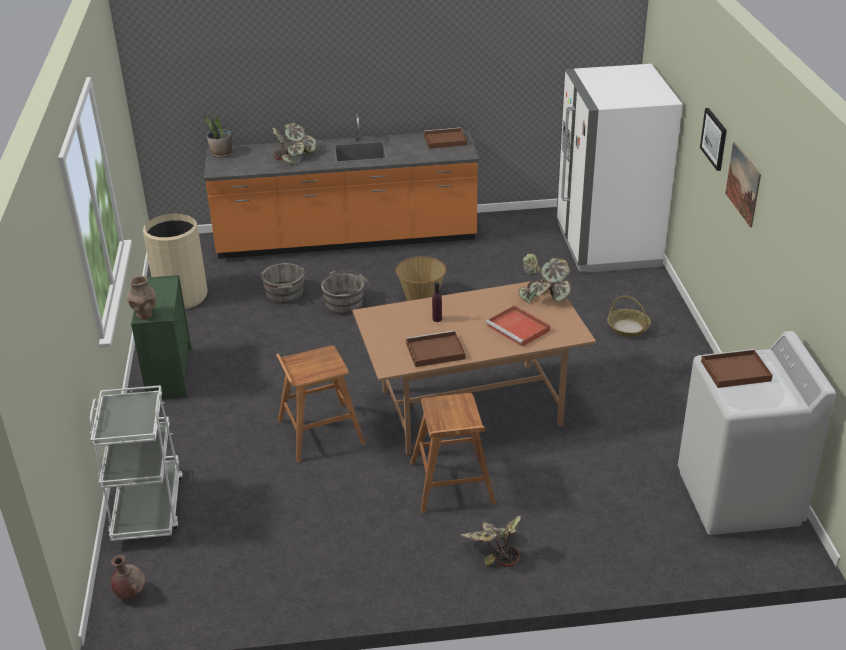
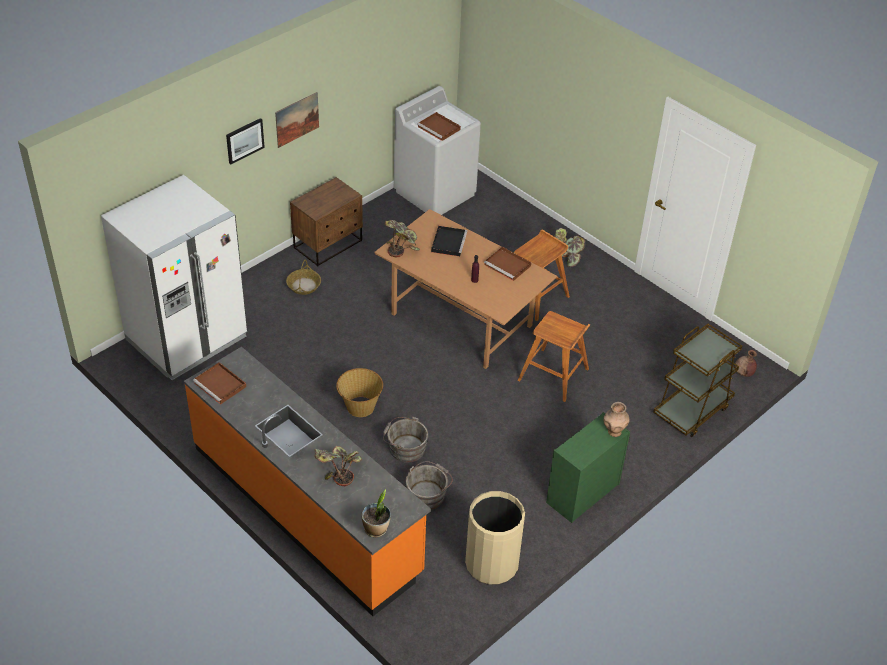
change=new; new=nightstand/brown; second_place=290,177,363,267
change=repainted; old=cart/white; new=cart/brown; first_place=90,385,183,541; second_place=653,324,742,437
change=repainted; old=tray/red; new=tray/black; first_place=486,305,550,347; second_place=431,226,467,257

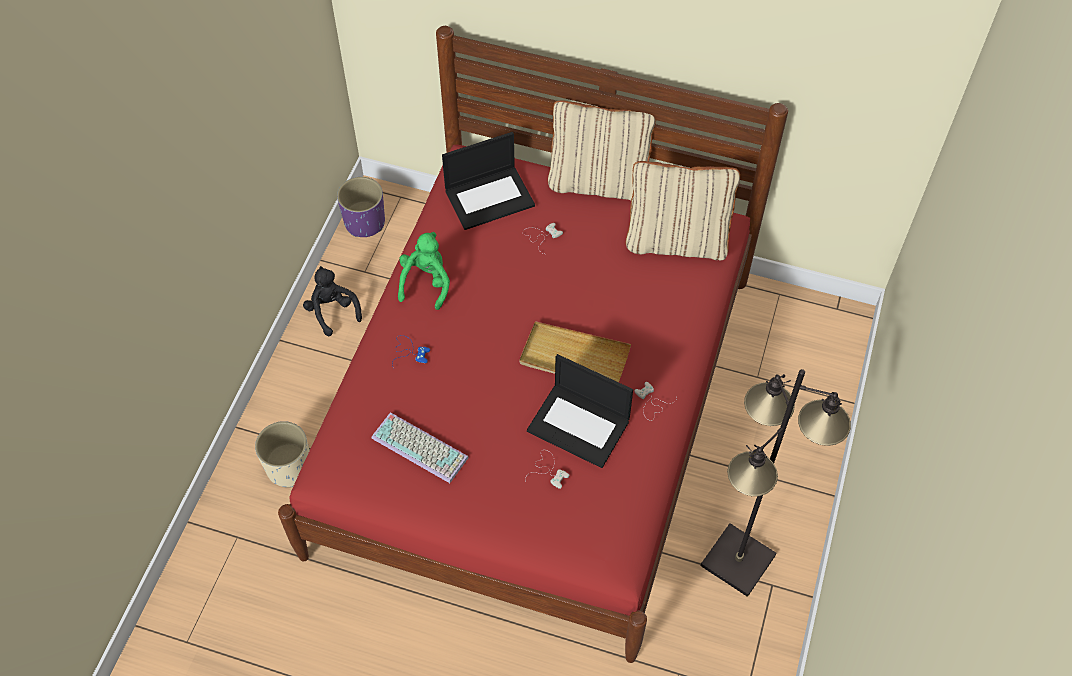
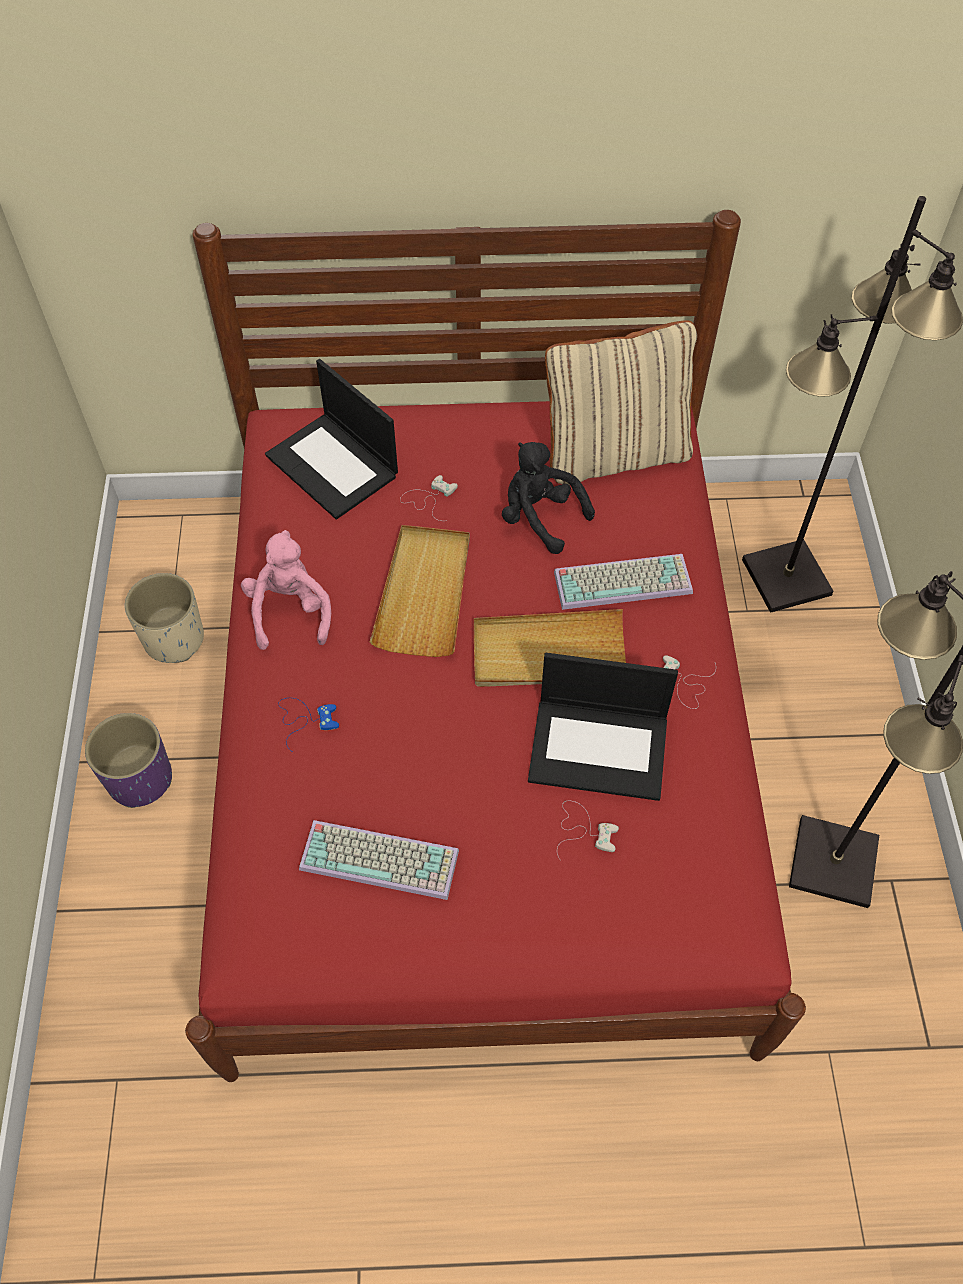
change=gone; old=pillow/beige; first_place=548,100,656,200
change=new; new=tray/beige; second_place=370,525,470,657
change=new; new=keyboard; second_place=554,554,693,610
change=new; new=floor lamp/black; second_place=742,196,963,613
change=shifted; old=planter/beige; first_place=255,421,309,488; second_place=125,573,204,663
change=shifted; old=plush toy/black; first_place=303,266,362,336; second_place=502,442,595,554
change=shifted; old=planter/purple; first_place=337,177,385,237; second_place=85,713,172,808
change=repainted; old=plush toy/green; new=plush toy/pink; first_place=398,232,450,310; second_place=241,530,331,650
change=rotated; old=laptop; first_place=442,132,535,230; second_place=265,359,398,520; degrees=90

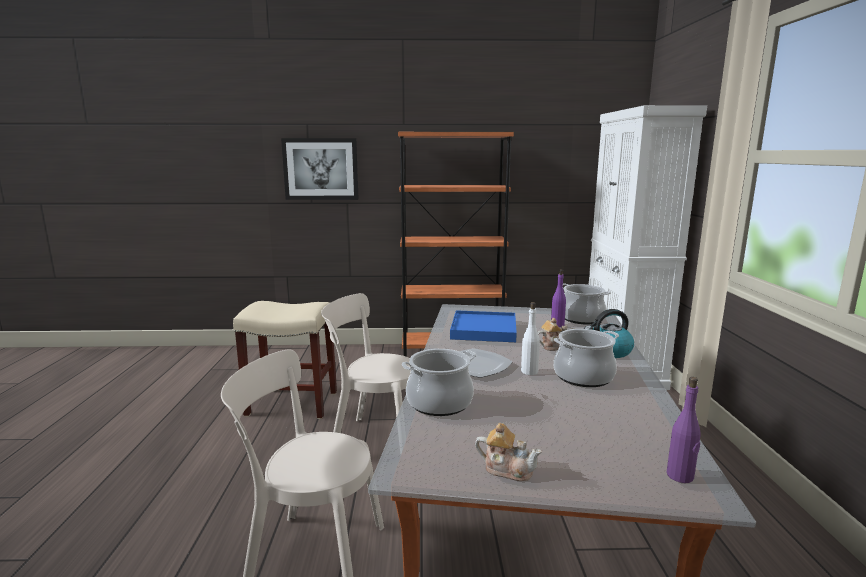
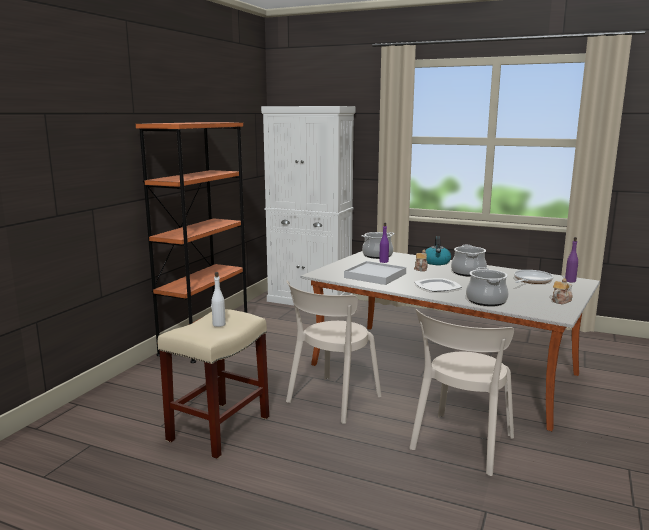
change=gone; old=picture; first_place=281,138,359,200
change=new; new=frying pan; second_place=514,270,553,284
change=shifted; old=bottle/white; first_place=521,302,540,375; second_place=211,272,226,327
change=repainted; old=tray/blue; new=tray/white; first_place=450,310,517,342; second_place=344,261,406,285

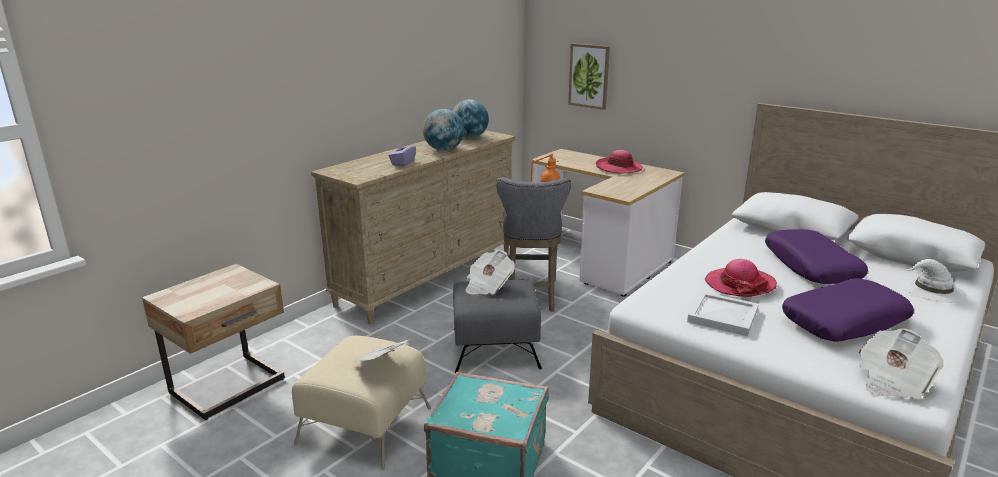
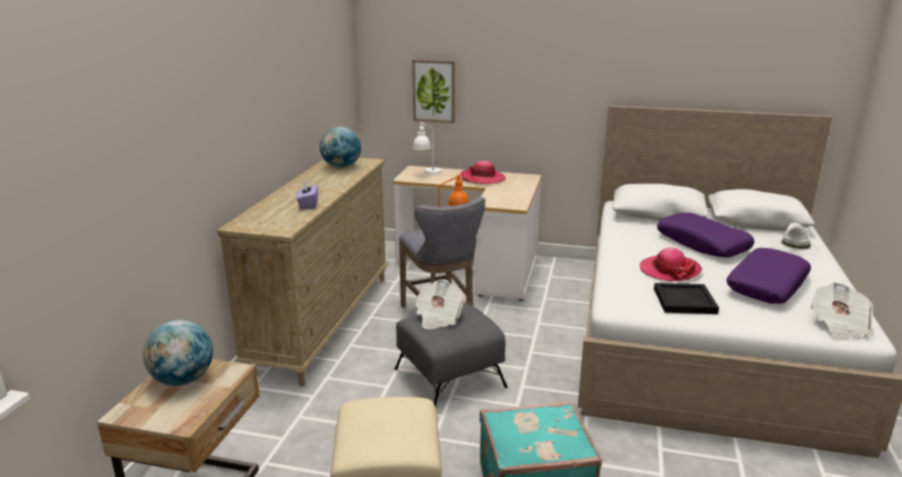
change=gone; old=newspaper; first_place=353,339,411,362
change=new; new=table lamp/white; second_place=413,122,442,175
change=shifted; old=globe; first_place=423,109,464,151; second_place=143,320,213,386
change=repainted; old=tray/white; new=tray/black; first_place=687,292,759,337; second_place=654,283,719,314

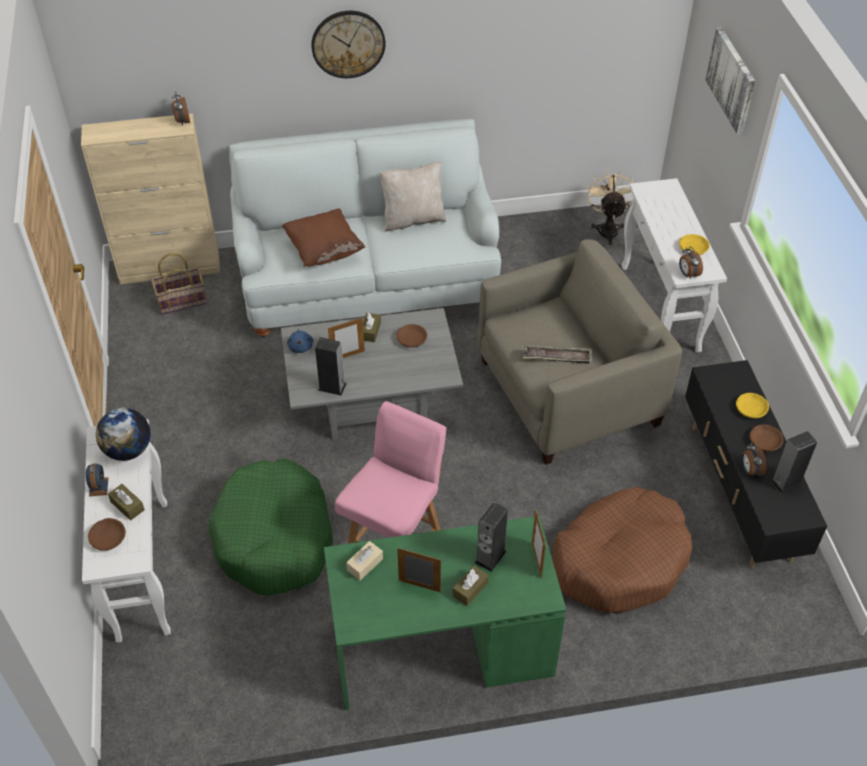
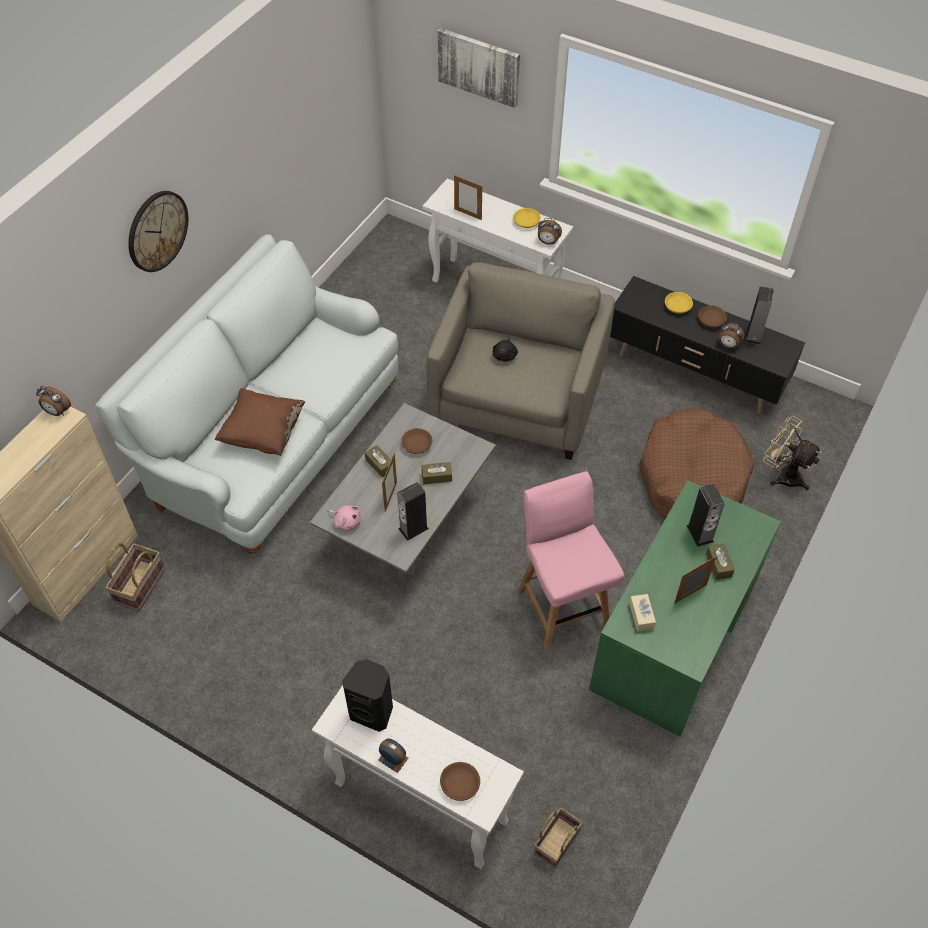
change=gone; old=dog bed/green; first_place=209,459,333,596
change=gone; old=pillow/beige; first_place=380,162,447,231
change=gone; old=tray; first_place=522,346,592,364
change=new; new=plush toy/black; second_place=493,339,518,362
change=new; new=basket; second_place=534,807,582,869
change=shifted; old=tissue box/brown; first_place=108,484,145,520; second_place=421,462,452,484
change=shifted; old=picture frame; first_place=532,509,546,579; second_place=454,175,482,220
change=shifted; old=fan/beige; first_place=587,170,633,245; second_place=763,416,822,490
change=swapped; old=globe; new=speaker/black; first_place=96,408,151,461; second_place=342,659,393,732
change=repainted; old=plush toy/blue; new=plush toy/pink; first_place=287,329,313,353; second_place=328,505,361,530

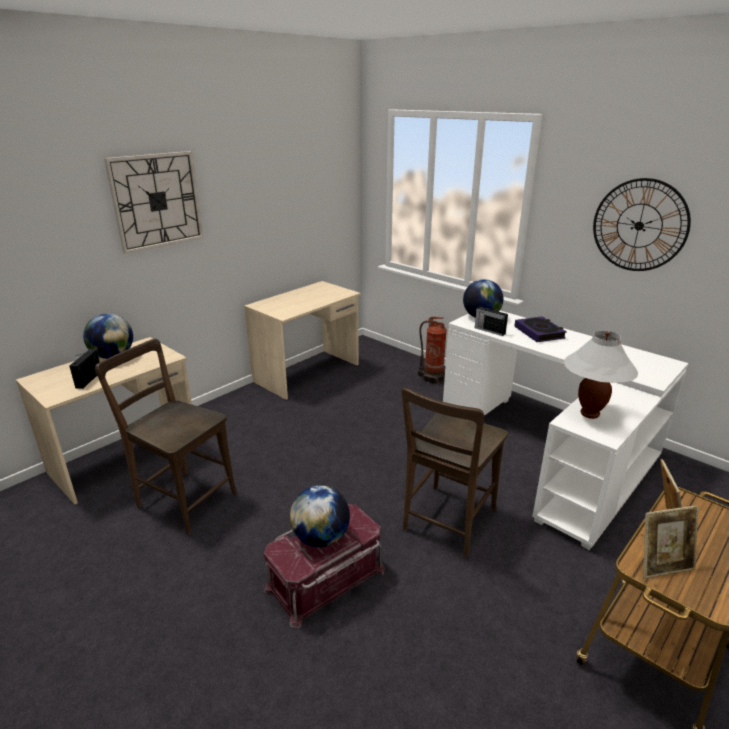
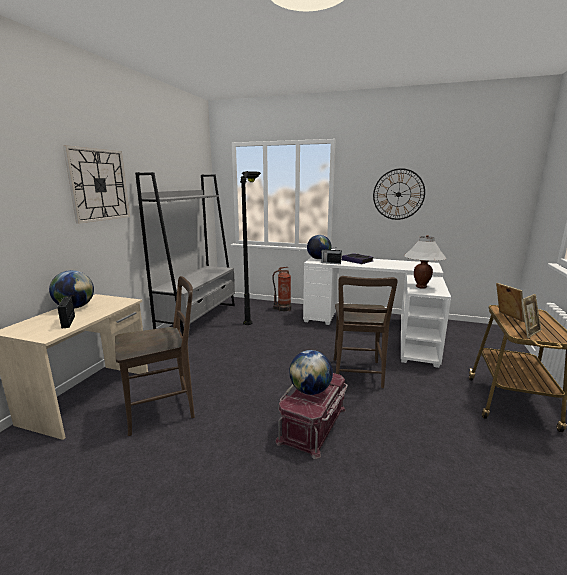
change=new; new=floor lamp/black; second_place=240,171,261,325
change=swapped; old=desk/beige; new=bookcase/grey; first_place=244,281,361,400; second_place=135,172,235,336
change=rotated; old=chair/brown; first_place=95,339,237,534; second_place=115,276,195,436; degrees=150

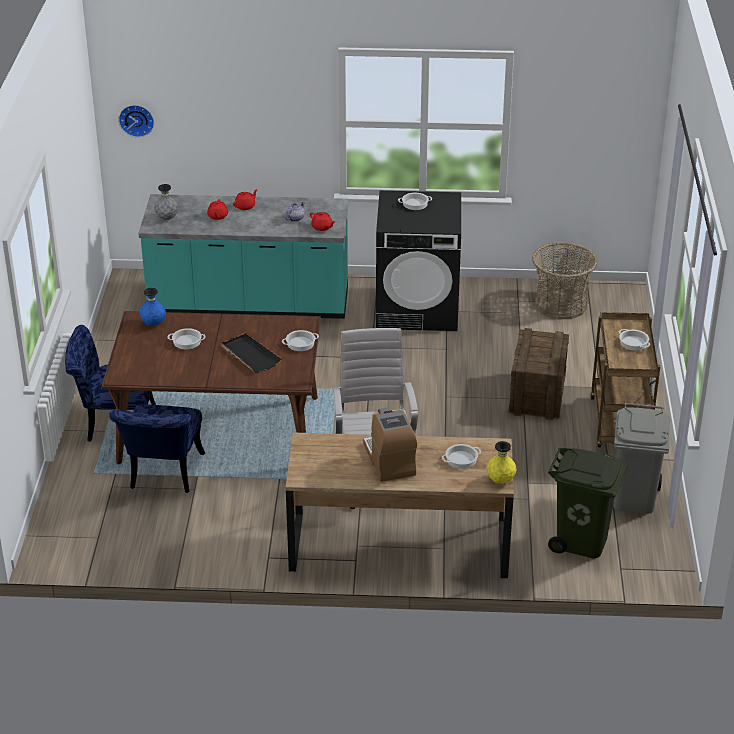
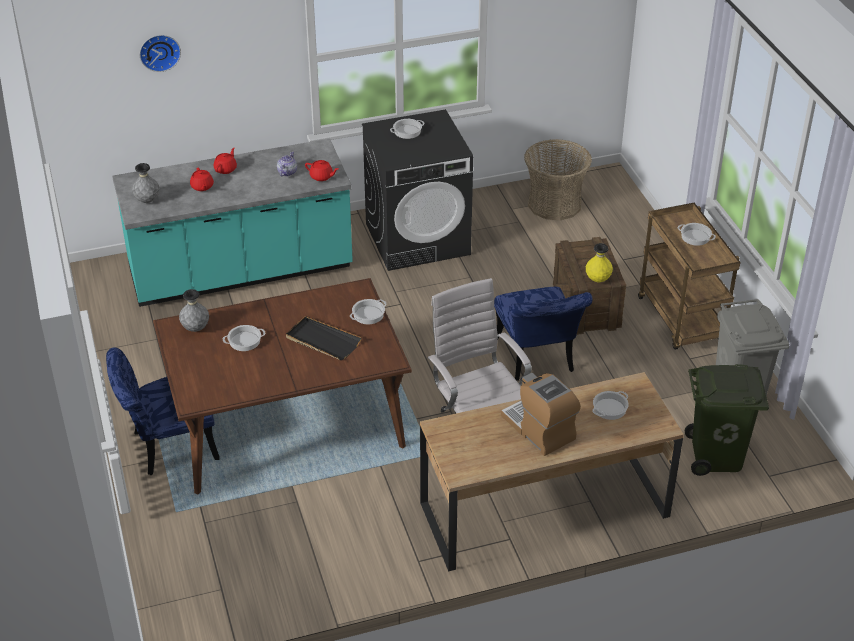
change=shifted; old=chair/blue; first_place=109,404,205,493; second_place=494,287,592,381
change=shifted; old=wall clock; first_place=119,105,154,137; second_place=139,35,181,72
change=shifted; old=vase/yellow; first_place=487,441,516,484; second_place=586,243,613,282
change=repainted; old=vase/blue; new=vase/grey; first_place=140,288,166,326; second_place=179,289,209,332

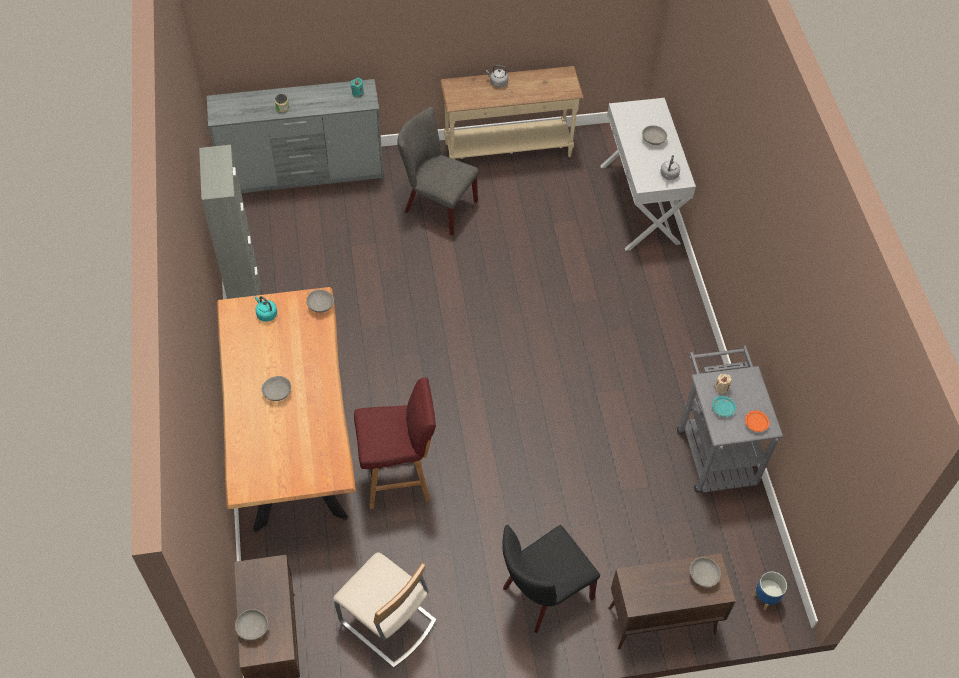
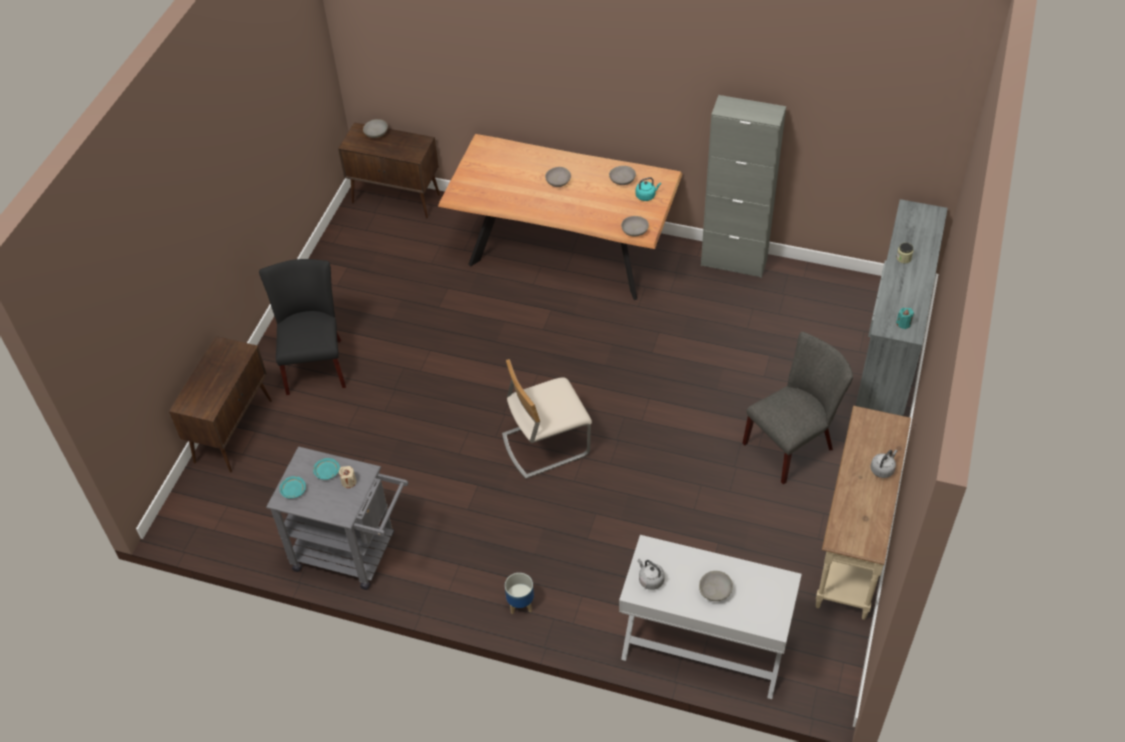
change=gone; old=stool/red; first_place=354,378,436,509
change=shifted; old=chair/beige; first_place=333,553,437,668; second_place=502,359,592,479
change=shifted; old=bowl/grey; first_place=690,557,721,588; second_place=609,166,636,185
change=shifted; old=planter; first_place=753,572,787,611; second_place=505,573,534,614
change=repainted; old=plate/orange; new=plate/turquoise; first_place=745,410,769,432; second_place=279,476,306,498

